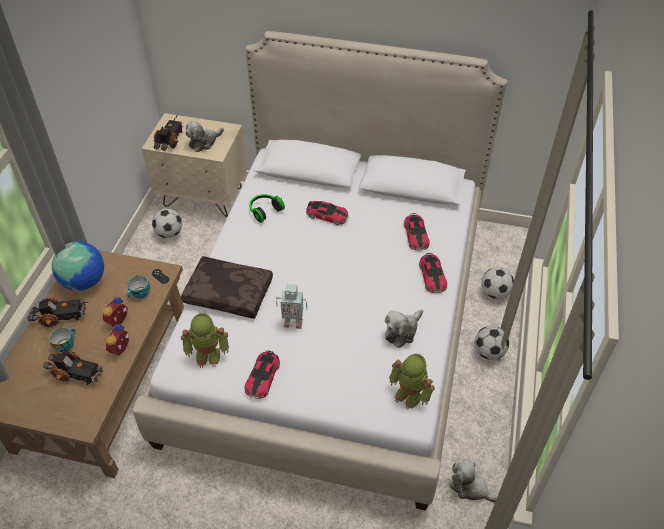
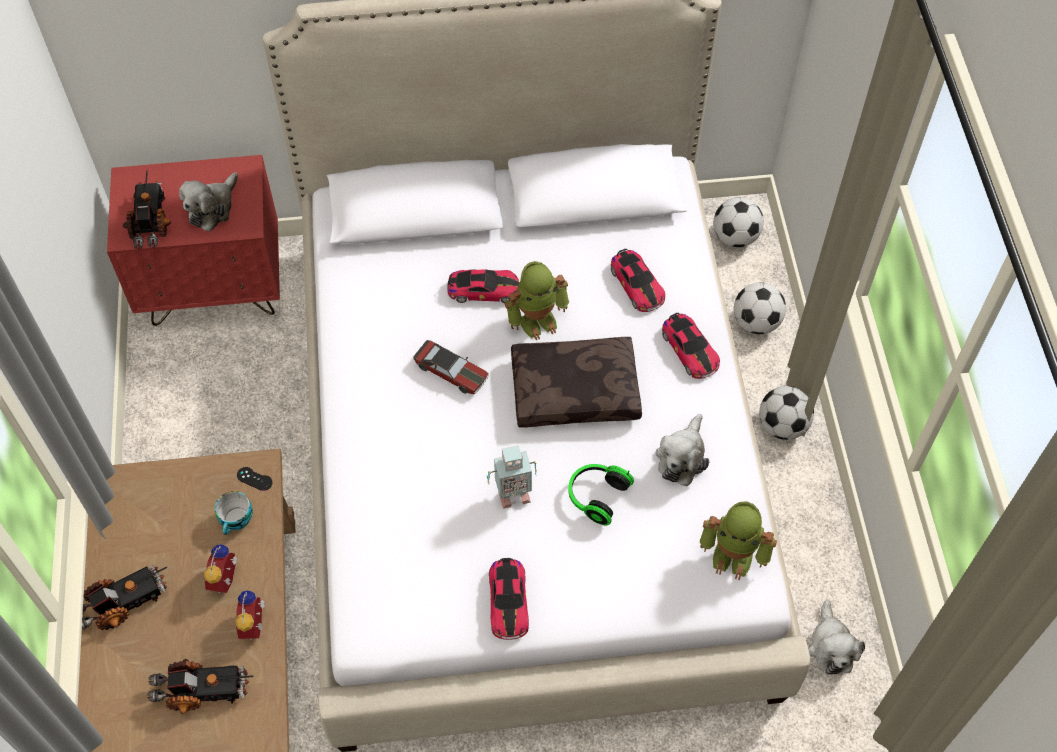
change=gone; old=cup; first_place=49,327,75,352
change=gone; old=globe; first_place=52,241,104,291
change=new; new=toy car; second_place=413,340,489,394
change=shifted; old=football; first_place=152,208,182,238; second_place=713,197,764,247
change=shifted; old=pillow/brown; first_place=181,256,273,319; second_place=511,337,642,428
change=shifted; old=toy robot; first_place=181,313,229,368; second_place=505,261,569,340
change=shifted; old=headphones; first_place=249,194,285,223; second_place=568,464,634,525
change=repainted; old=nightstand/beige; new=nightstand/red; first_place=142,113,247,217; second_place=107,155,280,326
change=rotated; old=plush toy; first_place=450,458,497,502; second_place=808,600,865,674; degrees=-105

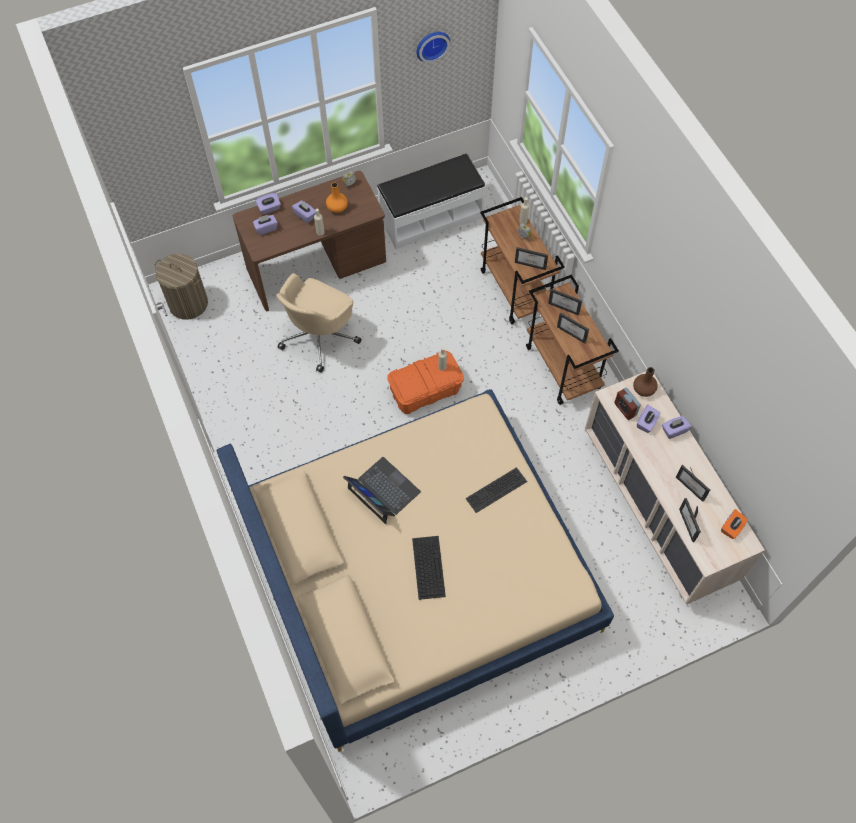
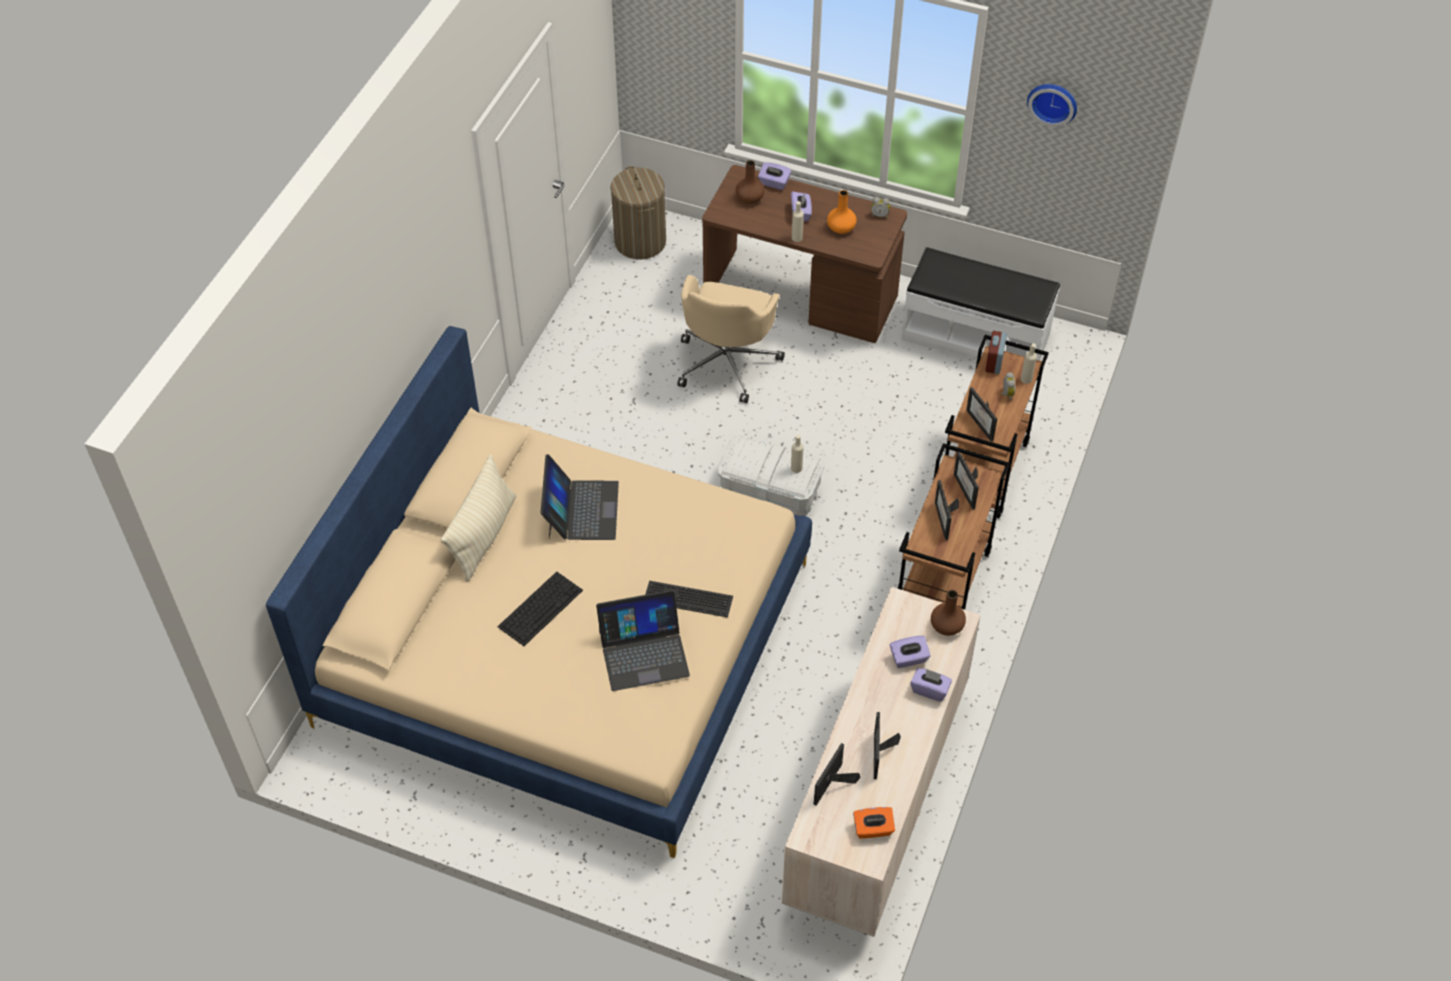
change=new; new=pillow/beige; second_place=441,455,516,582
change=new; new=laptop; second_place=596,590,690,691
change=shifted; old=alarm clock; first_place=614,388,641,420; second_place=985,331,1007,374
change=swapped; old=tissue box/purple; new=vase/brown; first_place=253,215,278,235; second_place=736,160,765,204
change=repainted; old=storage box/orange; new=storage box/white; first_place=387,351,464,414; second_place=718,435,824,516
change=rotated; old=office chair/beige; first_place=276,273,362,372; second_place=677,275,785,403; degrees=-60

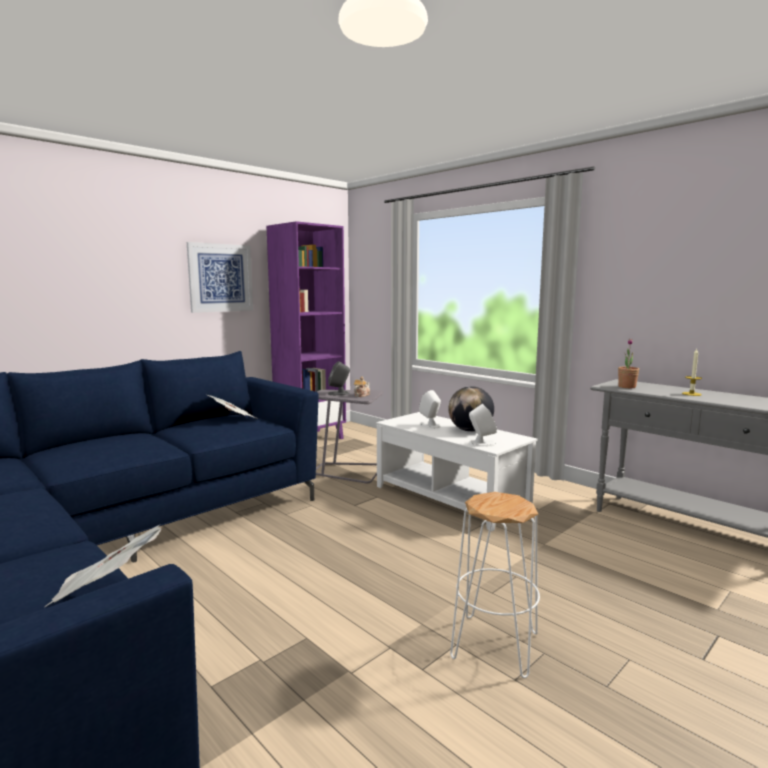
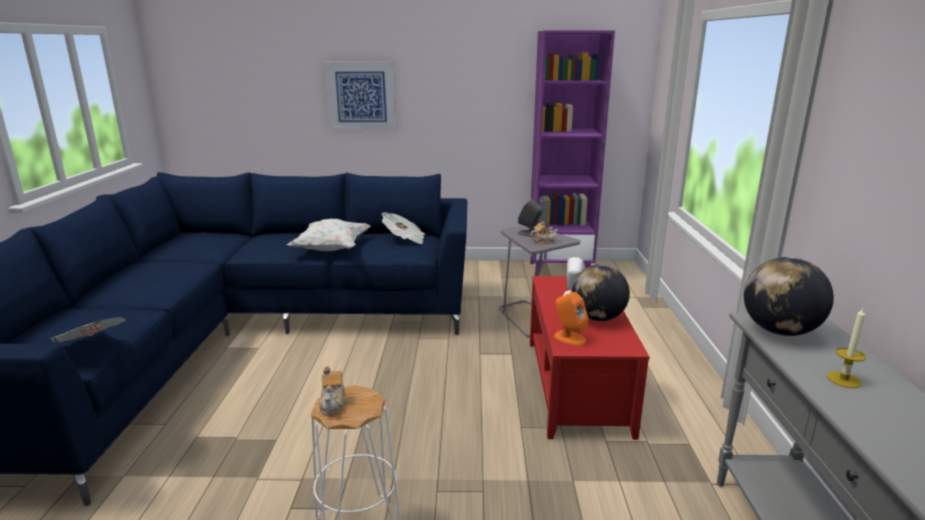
change=new; new=pillow/white; second_place=287,219,370,251
change=new; new=teapot; second_place=319,366,347,416
change=shifted; old=picture; first_place=187,242,253,313; second_place=325,61,396,131
change=swapped; old=potted plant; new=globe; first_place=618,339,639,388; second_place=744,257,834,336
change=repainted; old=coffee table/white; new=coffee table/red; first_place=376,412,537,531; second_place=530,276,650,440
change=repainted; old=speaker/white; new=speaker/orange; first_place=469,404,497,447; second_place=554,292,589,346

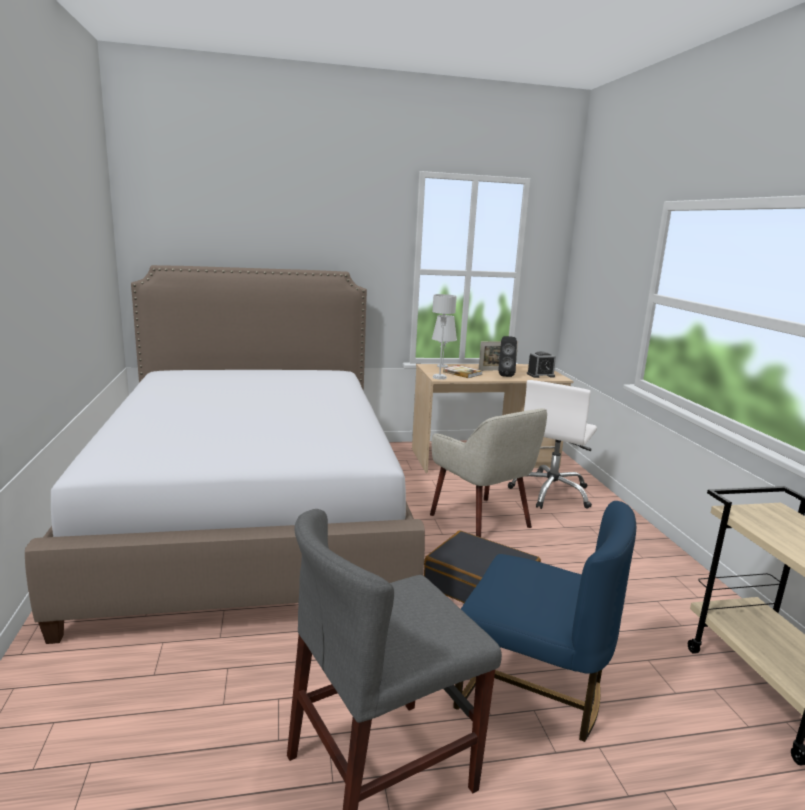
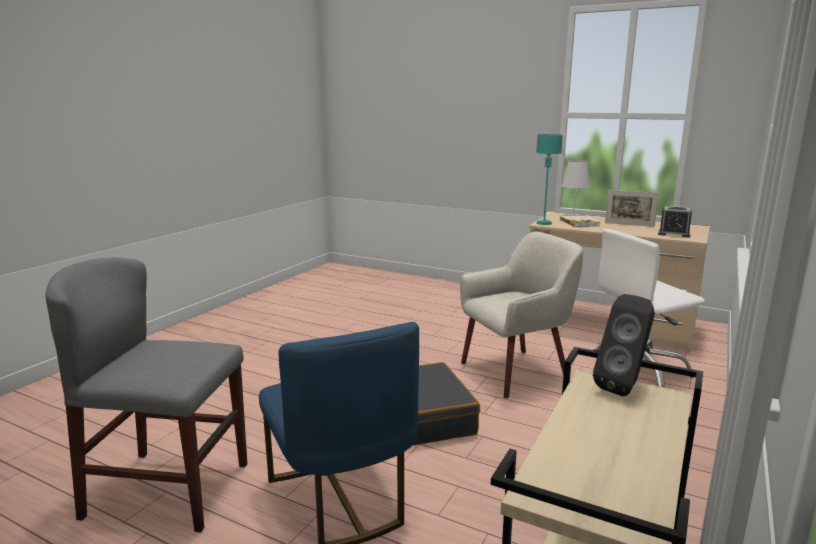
change=gone; old=bed; first_place=25,265,425,644
change=shifted; old=speaker/black; first_place=498,336,517,377; second_place=593,294,655,397
change=repainted; old=table lamp/grey; new=table lamp/turquoise; first_place=432,294,457,380; second_place=536,134,563,225
change=rotated; old=armchair/beige; first_place=430,408,547,537; second_place=460,232,583,398; degrees=-120

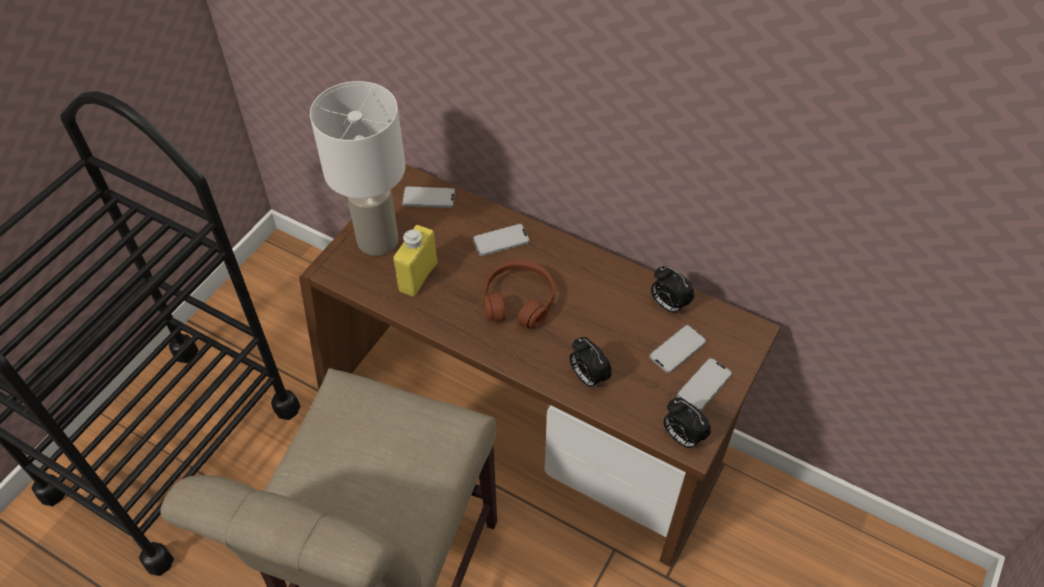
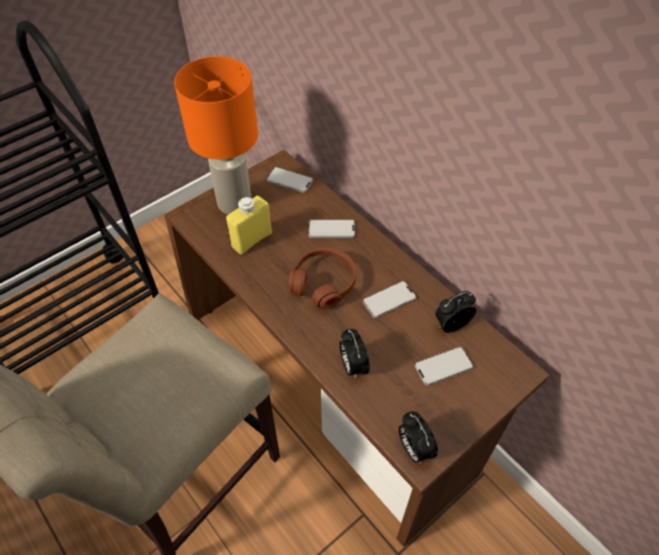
change=shifted; old=phone; first_place=677,358,732,411; second_place=363,281,416,318
change=repainted; old=table lamp/white; new=table lamp/orange; first_place=310,81,405,256; second_place=174,56,258,214
change=rotated; old=alarm clock; first_place=651,266,694,314; second_place=435,291,476,333; degrees=90

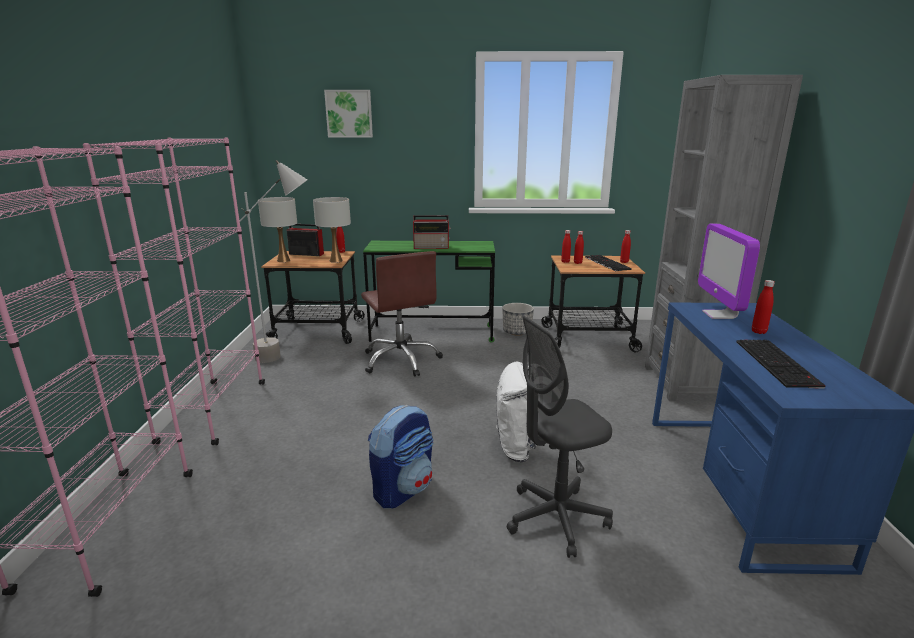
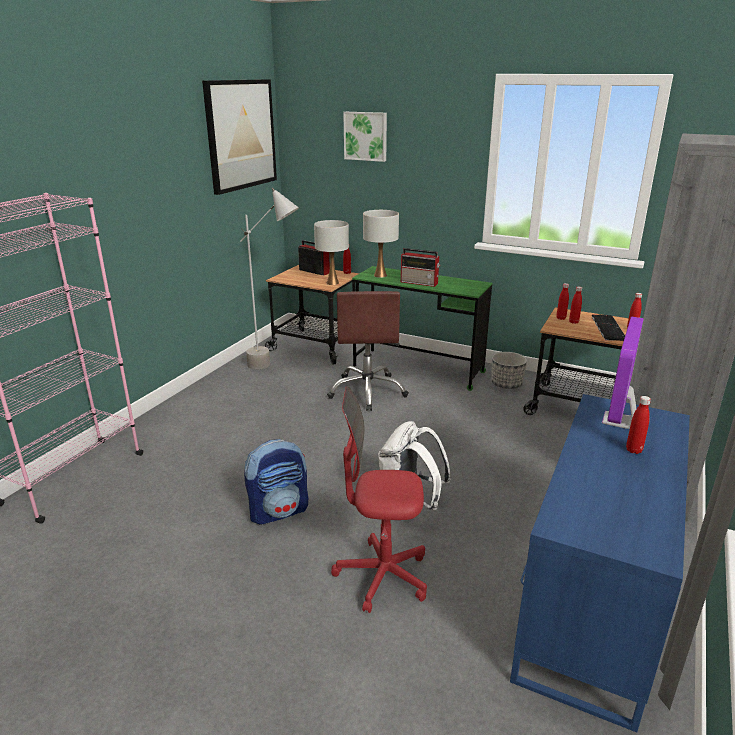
change=gone; old=bookcase/pink; first_place=83,137,265,445
change=gone; old=keyboard; first_place=736,340,826,389
change=new; new=picture; second_place=202,79,277,195
change=shifted; old=table lamp/white; first_place=258,197,297,262; second_place=363,210,399,278
change=repainted; old=office chair/grey; new=office chair/red; first_place=507,315,613,558; second_place=331,387,427,613

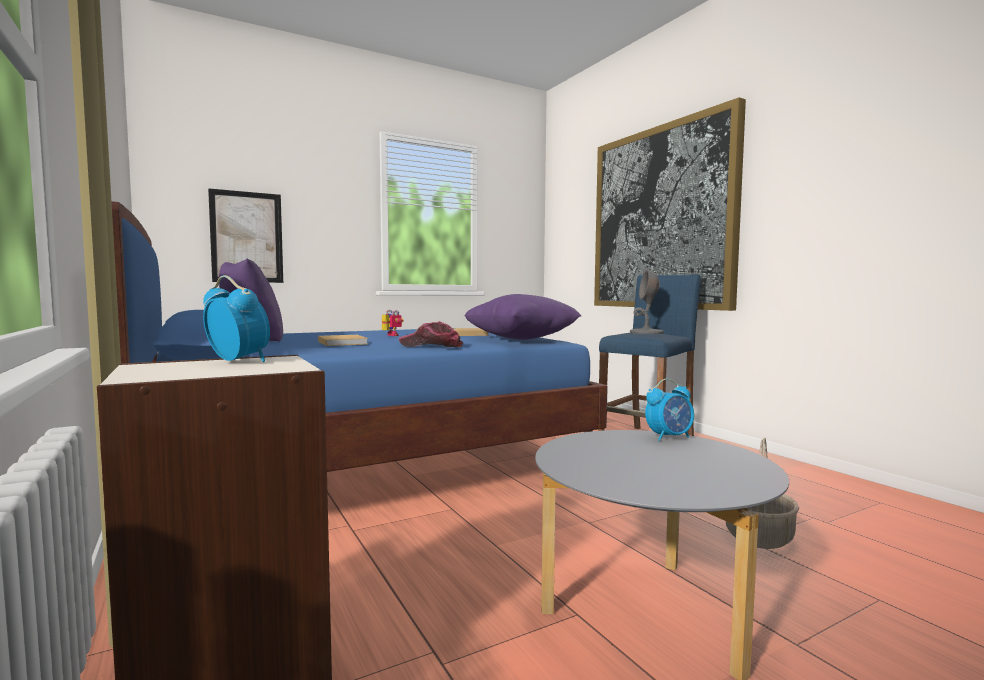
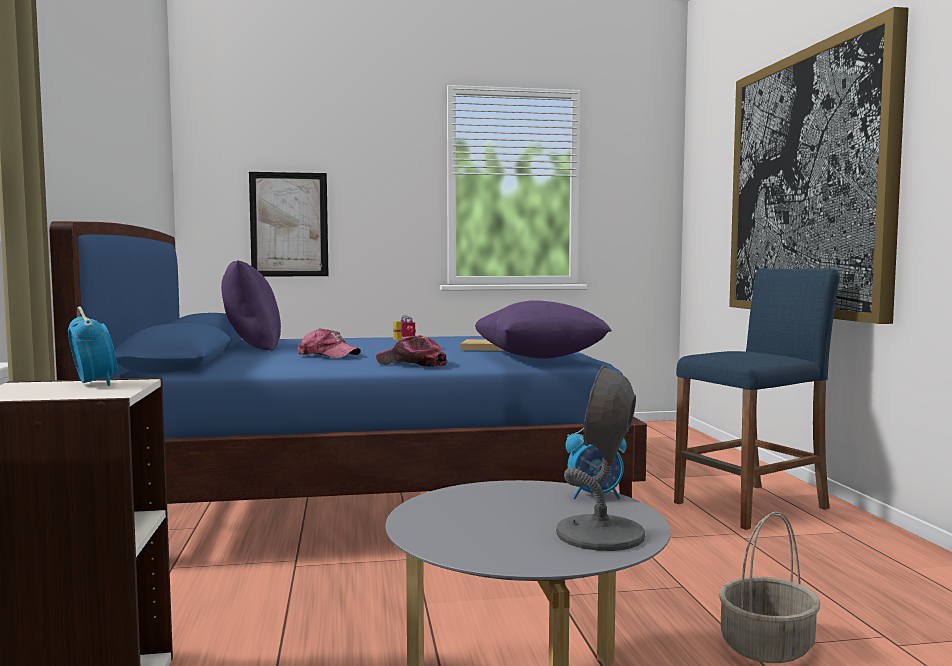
change=shifted; old=table lamp/grey; first_place=630,269,664,334; second_place=556,365,645,551
change=swapped; old=book/beige; new=cap; first_place=318,335,368,346; second_place=297,328,361,358

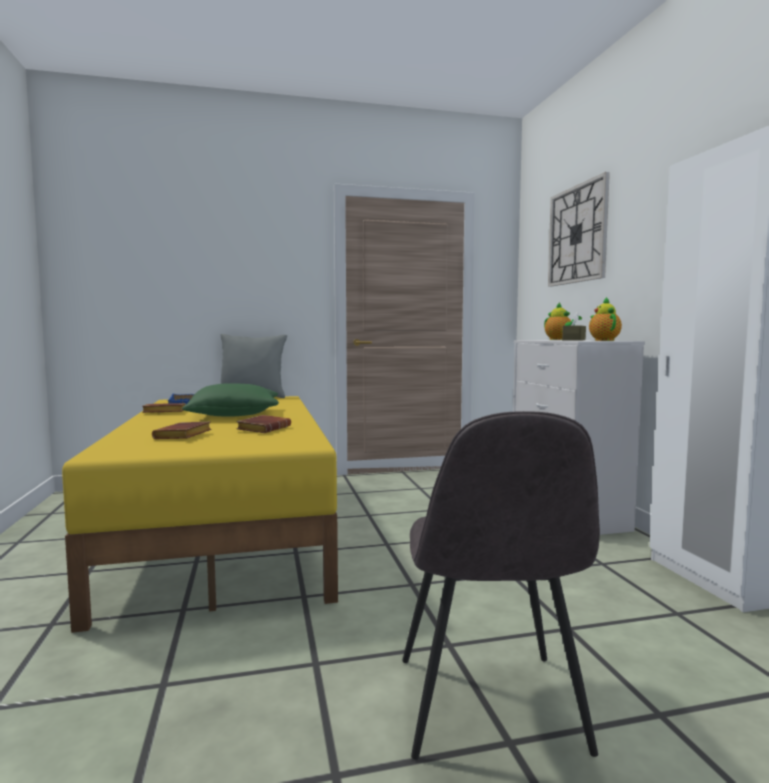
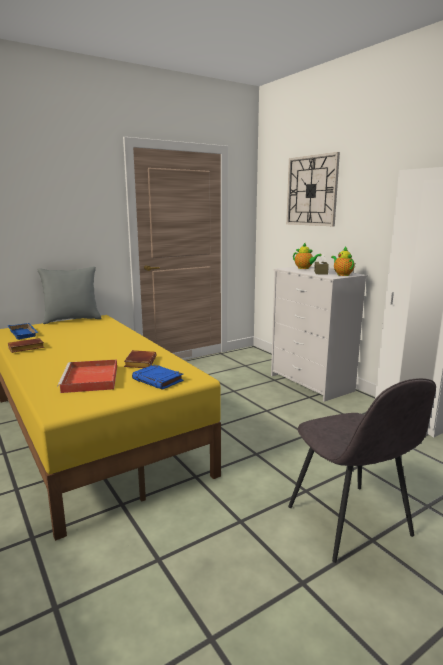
change=gone; old=pillow/green; first_place=182,384,279,417
change=new; new=book/blue; second_place=132,365,183,390
change=swapped; old=book/brown; new=tray/red; first_place=152,422,211,439; second_place=57,359,117,393

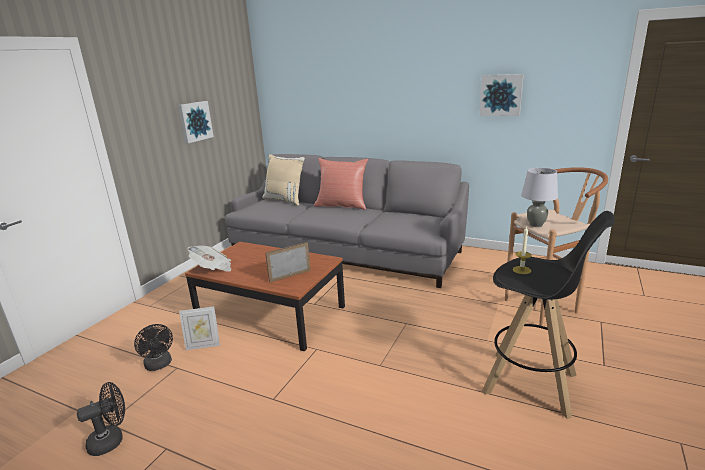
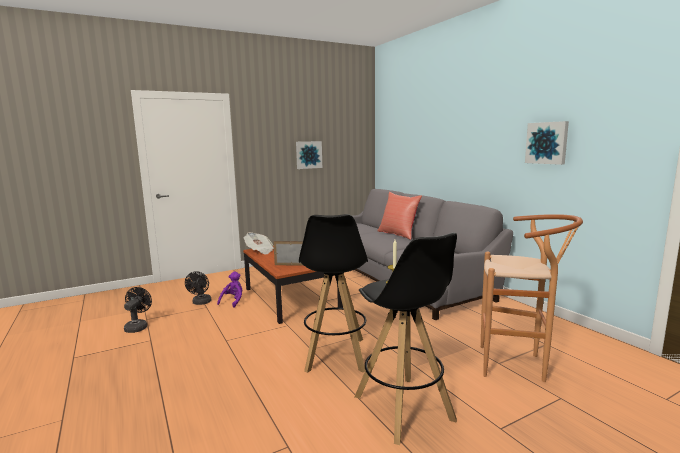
change=gone; old=pillow/beige; first_place=262,154,305,206
change=gone; old=table lamp/grey; first_place=521,168,558,227
change=new; new=stool/black; second_place=299,214,368,373
change=swapped; old=picture frame; new=plush toy/purple; first_place=179,307,220,350; second_place=217,272,242,308
change=rotated; old=fan/black; first_place=77,382,125,456; second_place=124,287,152,333; degrees=-90

